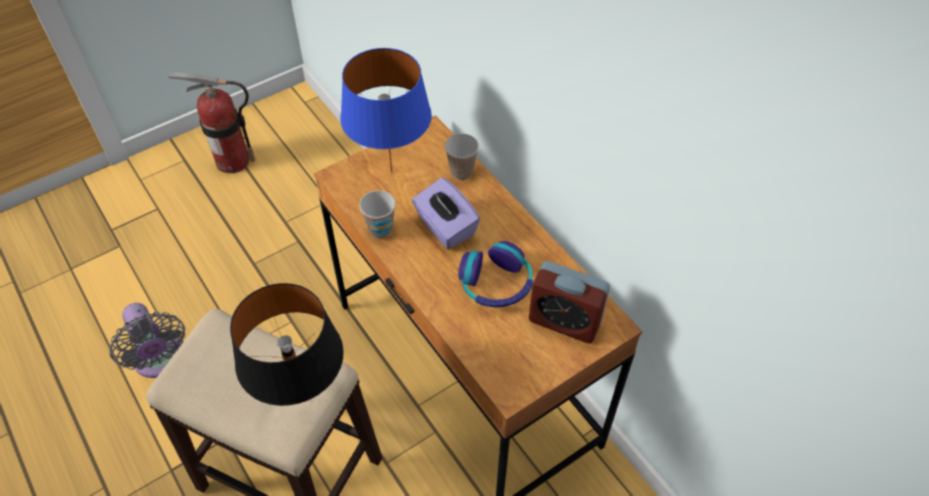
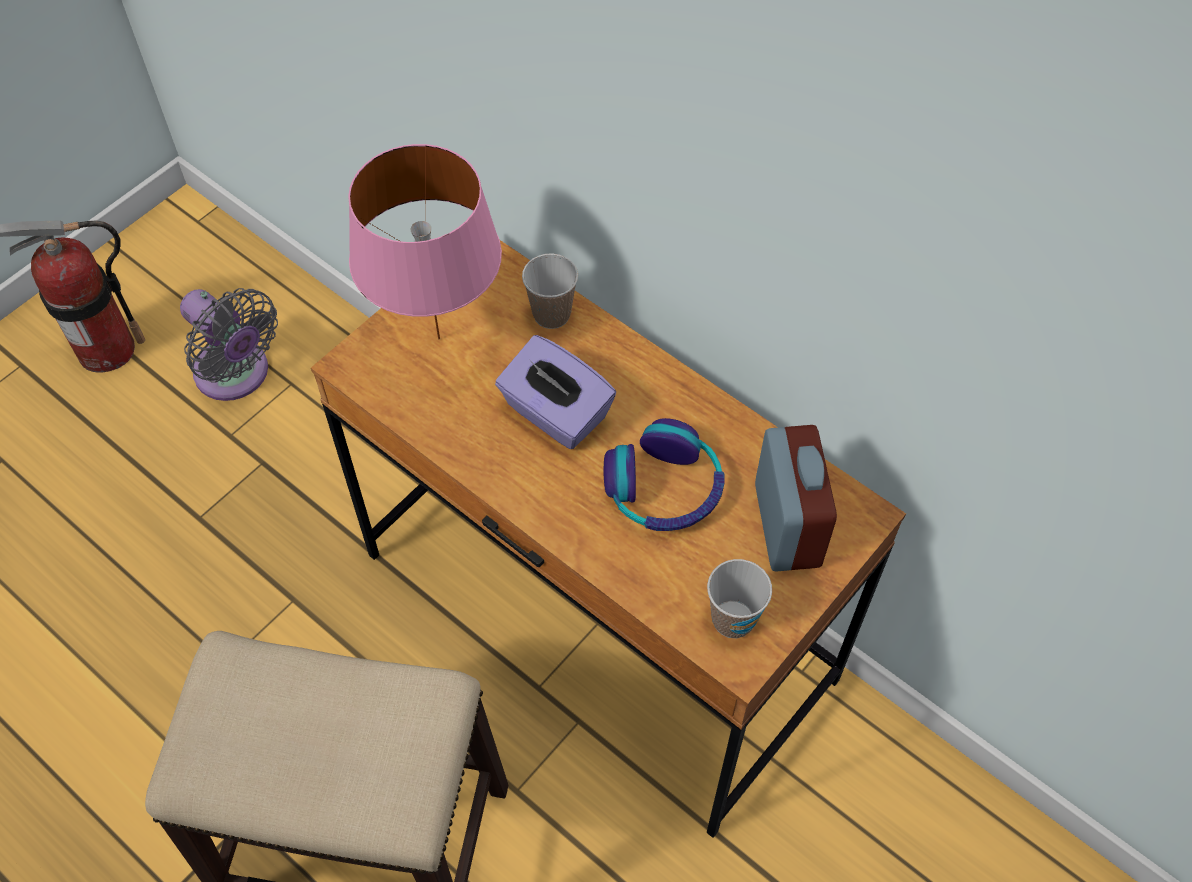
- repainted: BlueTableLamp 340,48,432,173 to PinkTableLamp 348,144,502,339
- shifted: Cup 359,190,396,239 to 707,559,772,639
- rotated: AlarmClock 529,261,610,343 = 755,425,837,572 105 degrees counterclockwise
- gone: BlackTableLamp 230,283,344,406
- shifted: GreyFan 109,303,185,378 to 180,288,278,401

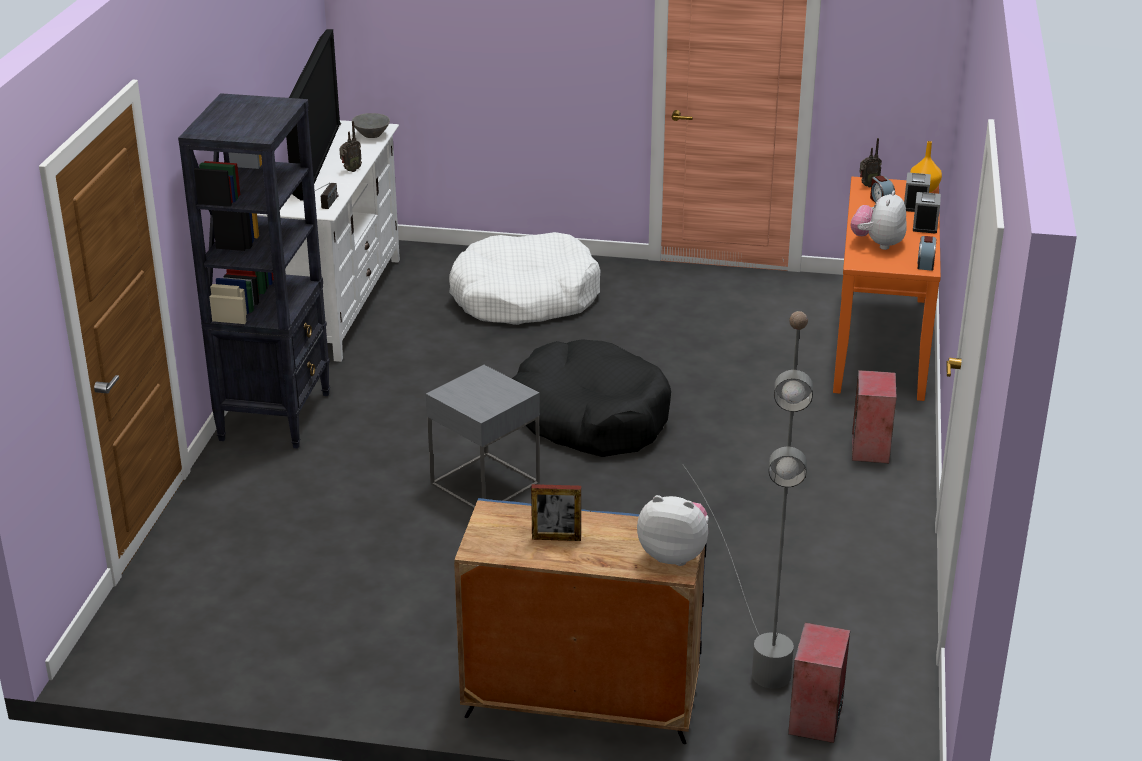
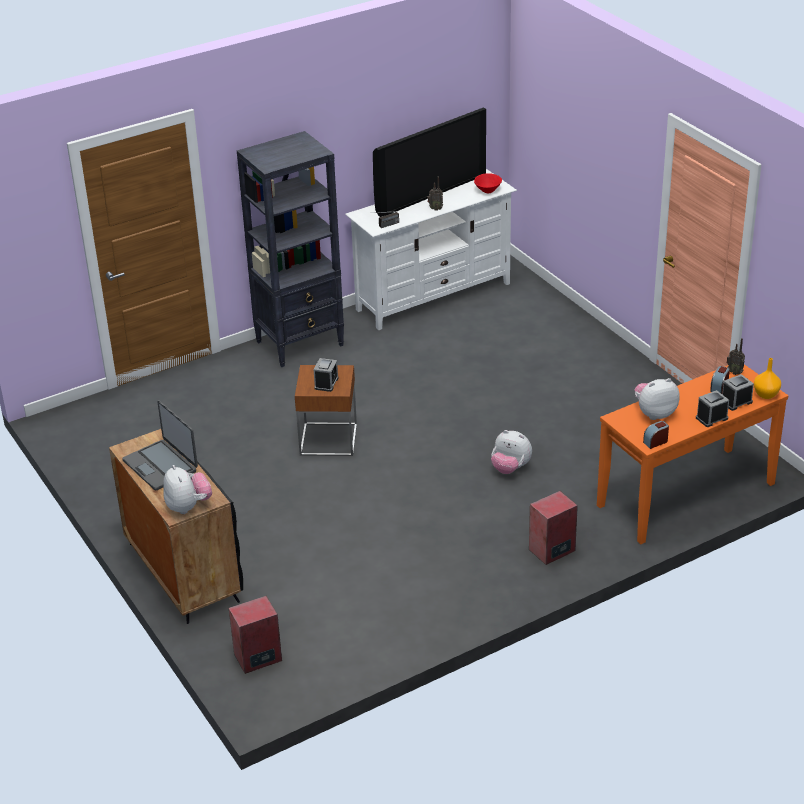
- repainted: GreyBowl 352,113,390,138 to RedBowl 474,173,502,193
- gone: WhiteDogBed 449,232,601,325
- gone: GreyFloorLamp 682,311,813,689
- gone: BlackDogBed 512,339,671,457
- repainted: GreySideTable 426,365,540,509 to BrownSideTable 295,365,357,456
- swapped: PictureFrame 531,484,581,541 to Laptop 122,400,198,491
- repainted: BlueCabinet 454,498,706,744 to BlackCabinet 109,429,243,624
- new: AlarmClock 314,358,339,392
- new: PlushToy 491,430,532,474

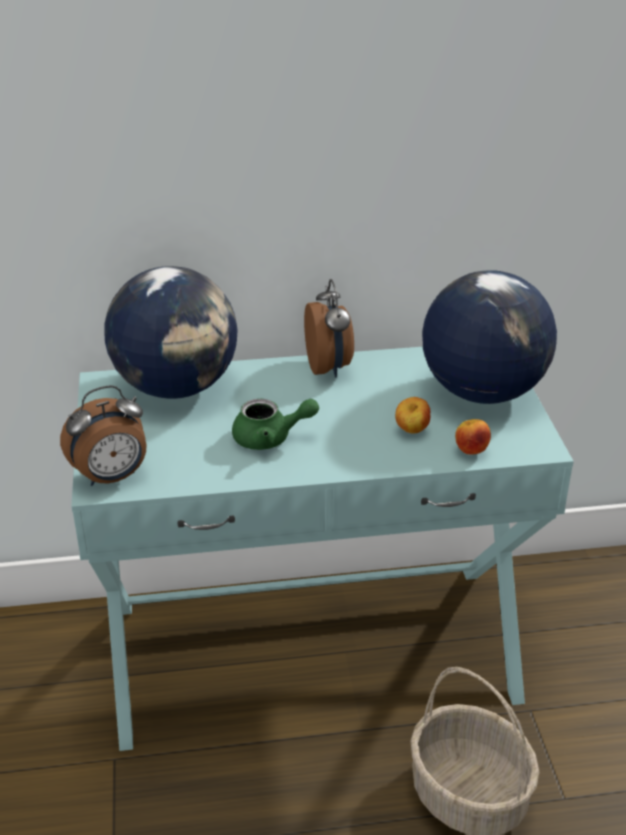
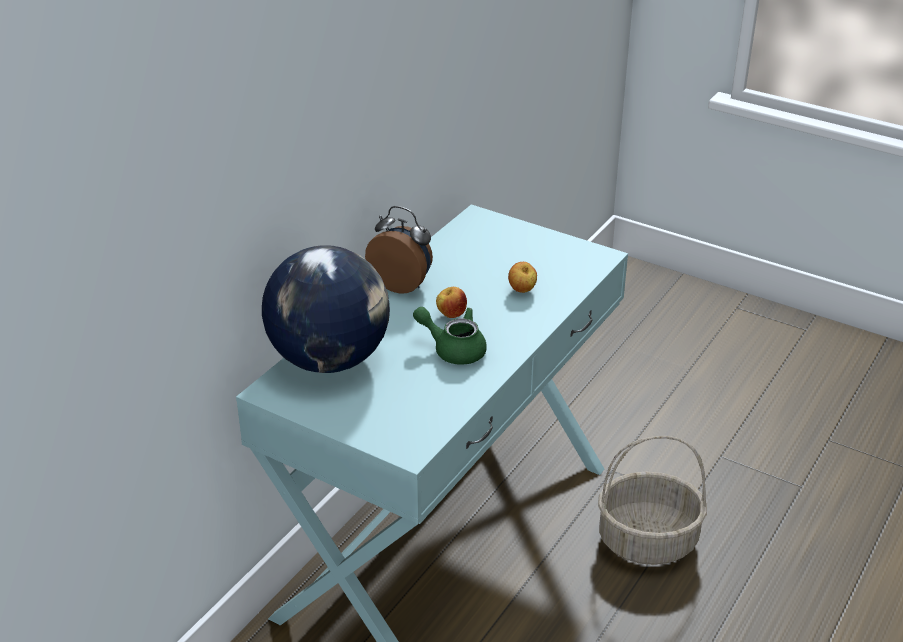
- gone: Globe 422,270,557,404
- gone: AlarmClock 60,385,147,486
- rotated: GreenTeapot 232,399,319,450 = 413,307,487,365 105 degrees counterclockwise
- shifted: Apple 455,419,491,455 to 436,287,467,318

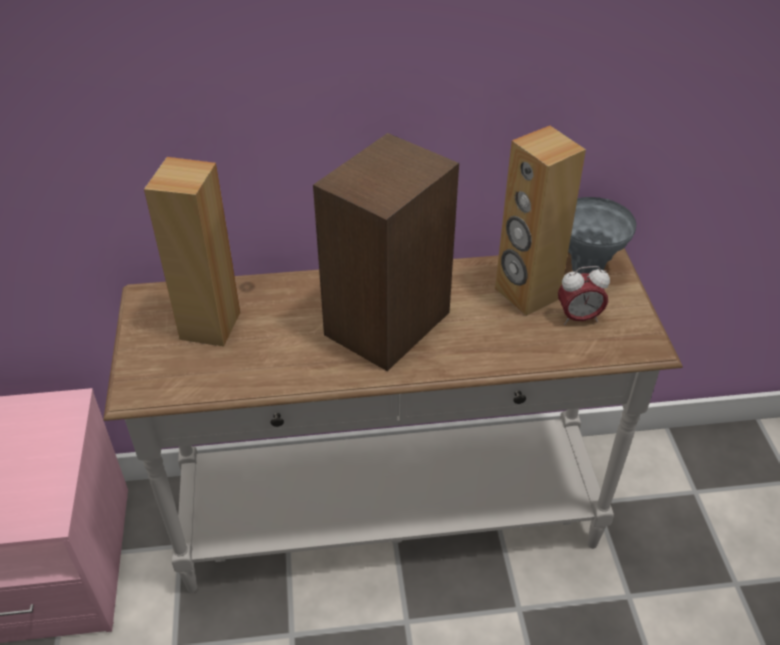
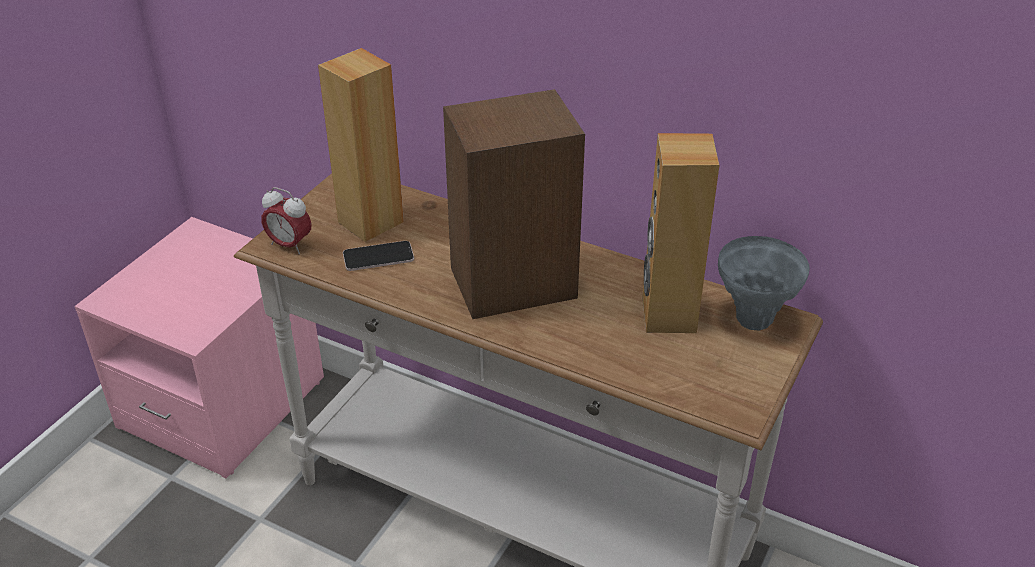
- shifted: AlarmClock 558,266,610,325 to 261,187,312,254
- new: Phone 343,241,414,271

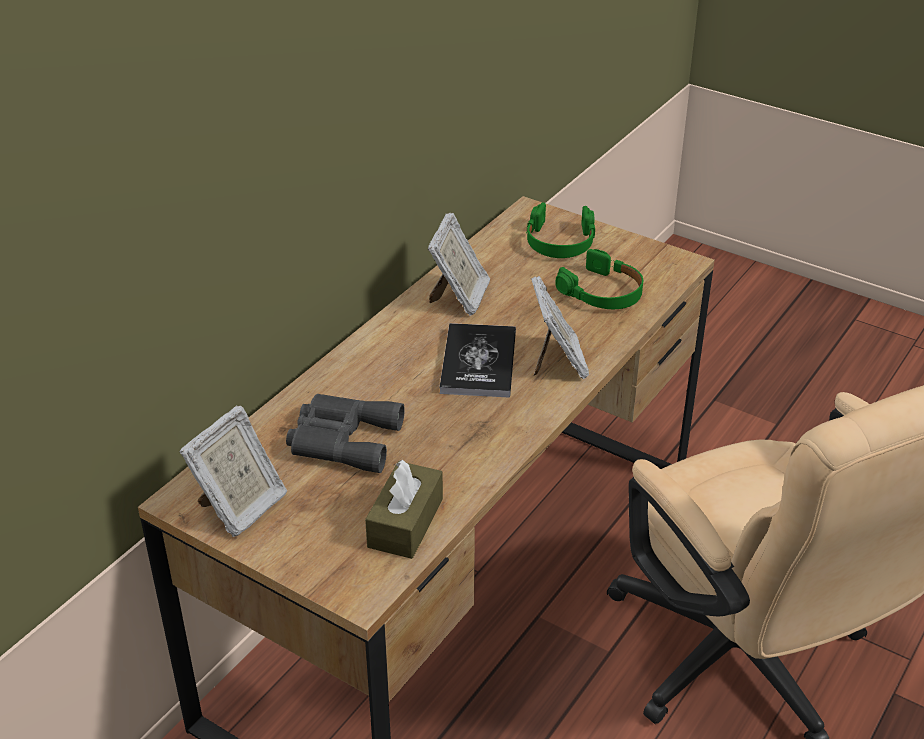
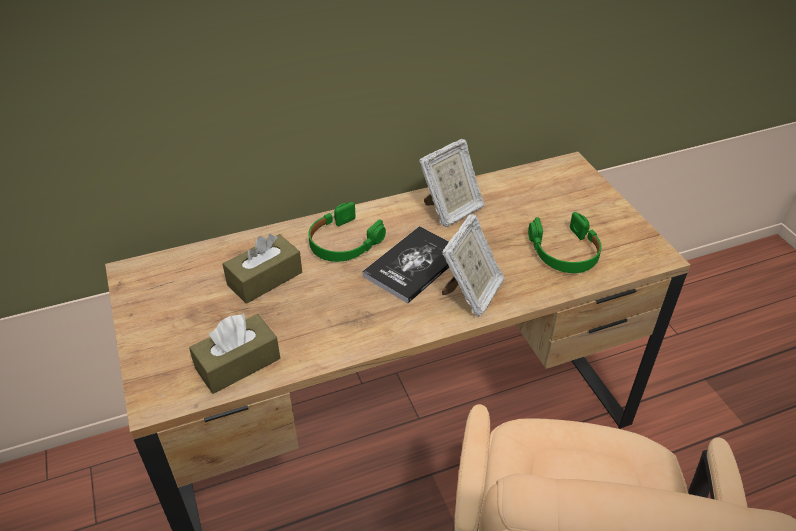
- shifted: GreenHeadphones 526,203,595,258 to 308,202,386,262
- swapped: GreyBinoculars 286,394,405,473 to BrownTissueBox 223,234,302,304
- gone: PictureFrame 180,405,287,537

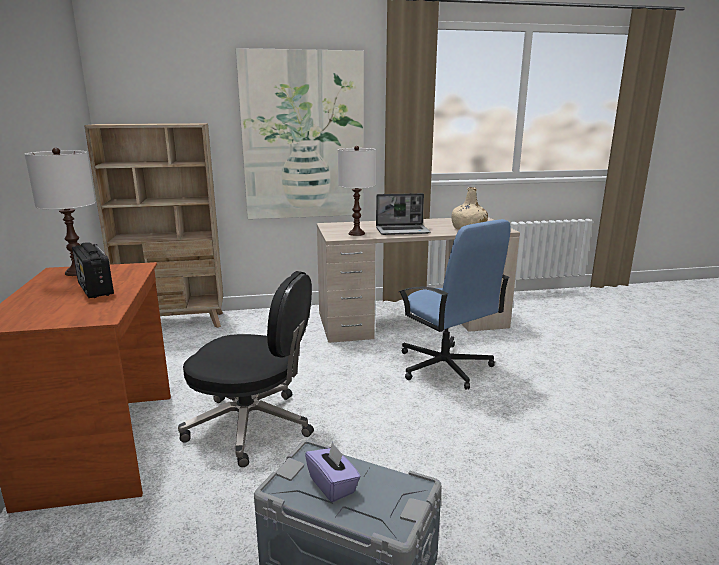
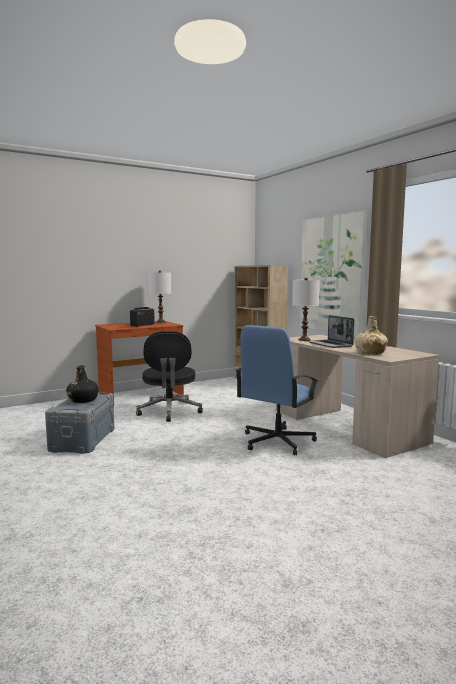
- swapped: PurpleTissueBox 305,442,361,502 to BlackBottle 66,365,98,403

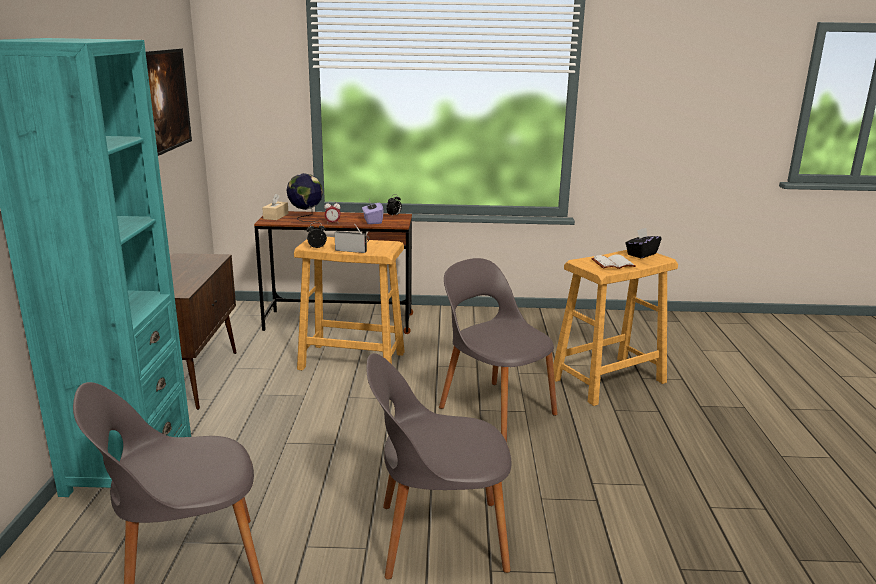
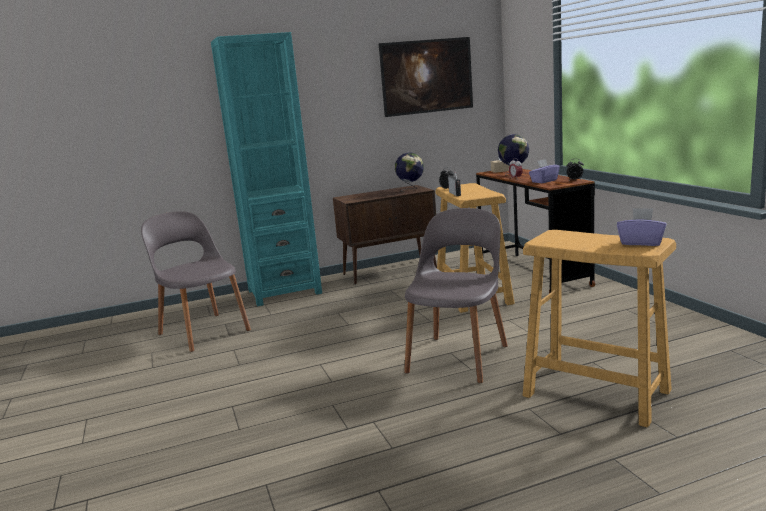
- repainted: BlackTissueBox 626,228,662,258 to PurpleTissueBox 617,208,667,246
- gone: WhiteBook 591,254,636,269
- gone: GreyChair 367,353,511,580
- new: Globe 395,152,424,192

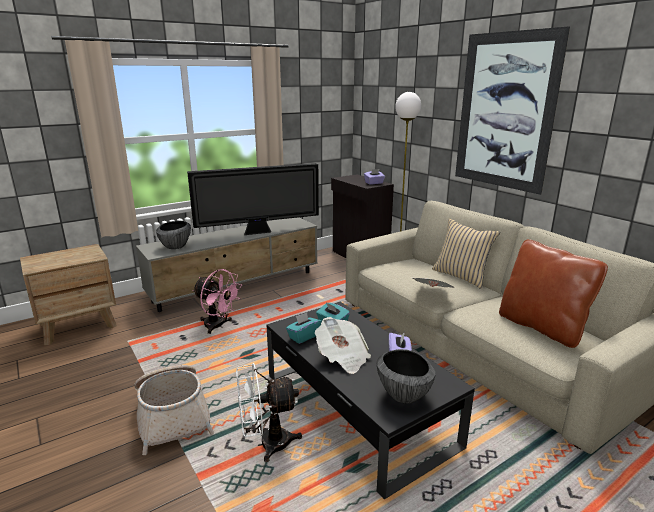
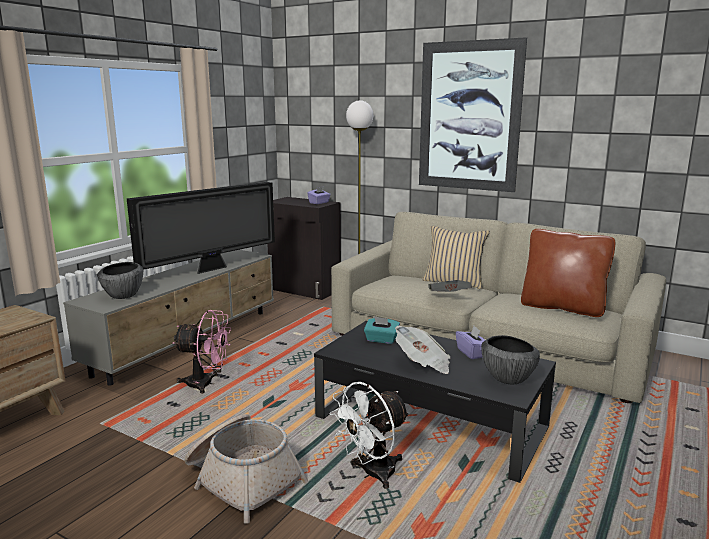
- gone: TurquoiseTissueBox 286,312,321,344

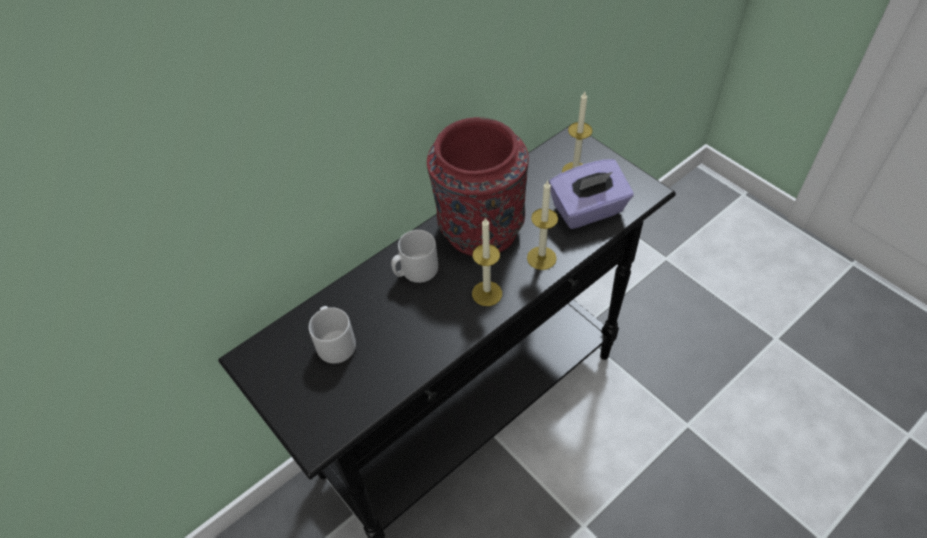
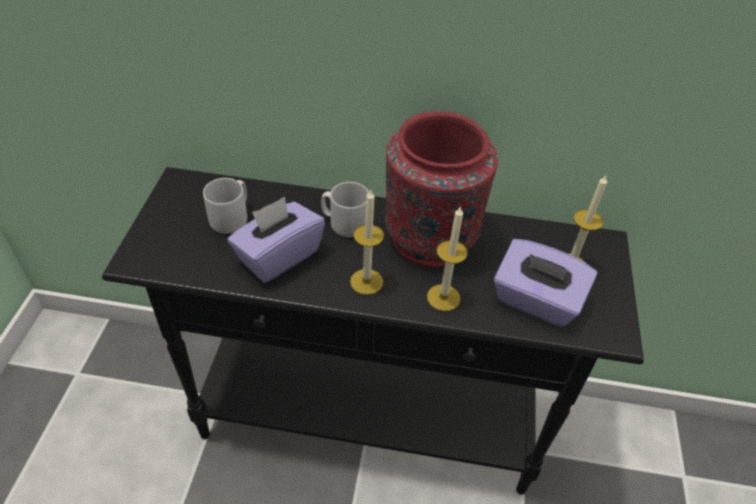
- new: PurpleTissueBox 227,197,325,283

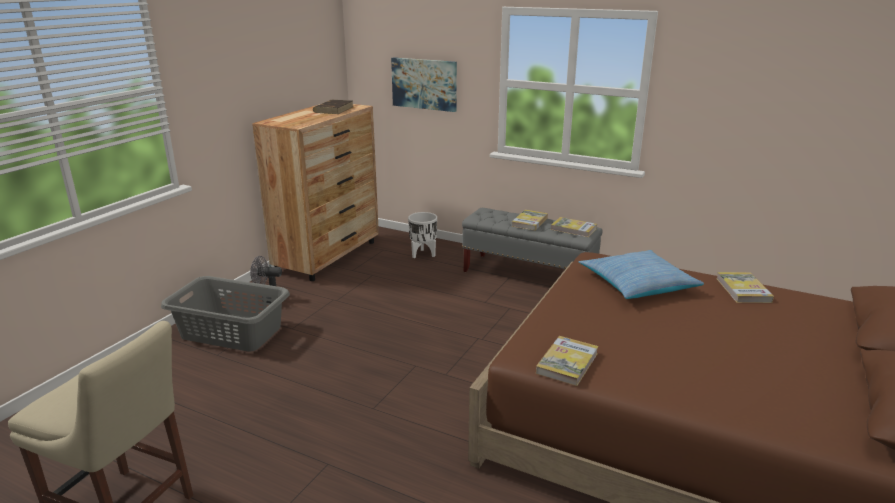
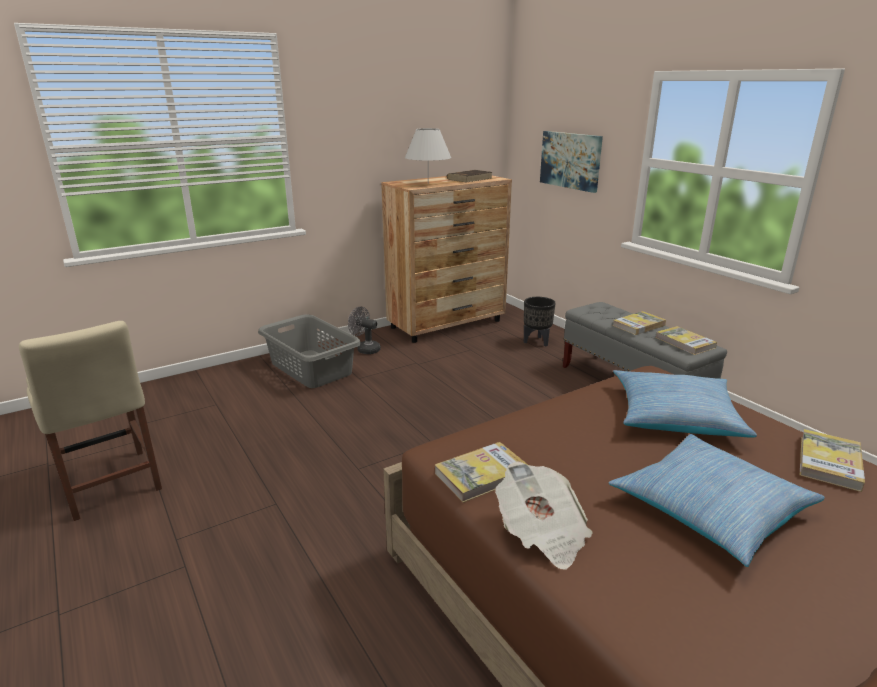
- repainted: WhitePlanter 408,212,437,258 to BlackPlanter 524,297,556,347
- new: WhiteTableLamp 405,128,451,184
- new: Pillow 608,434,825,567
- new: Newspaper 495,461,593,570

